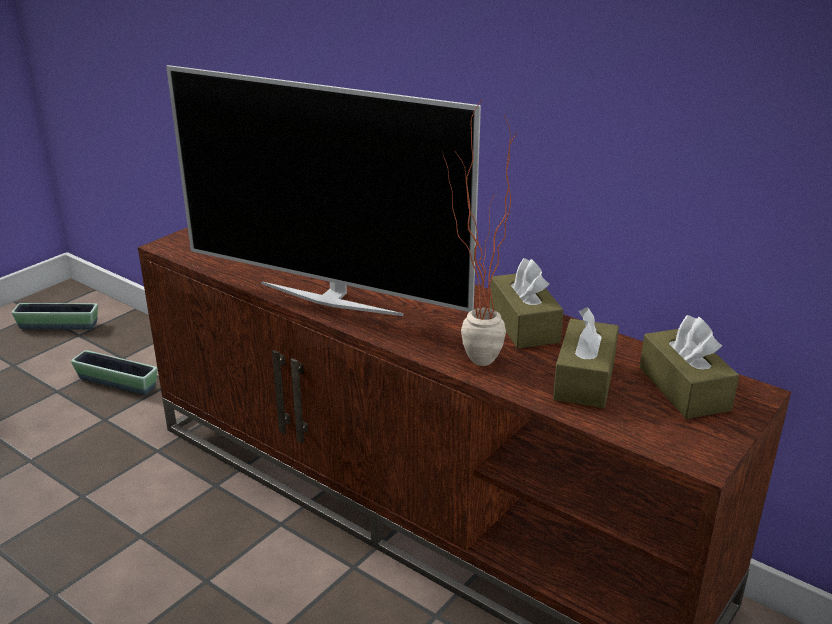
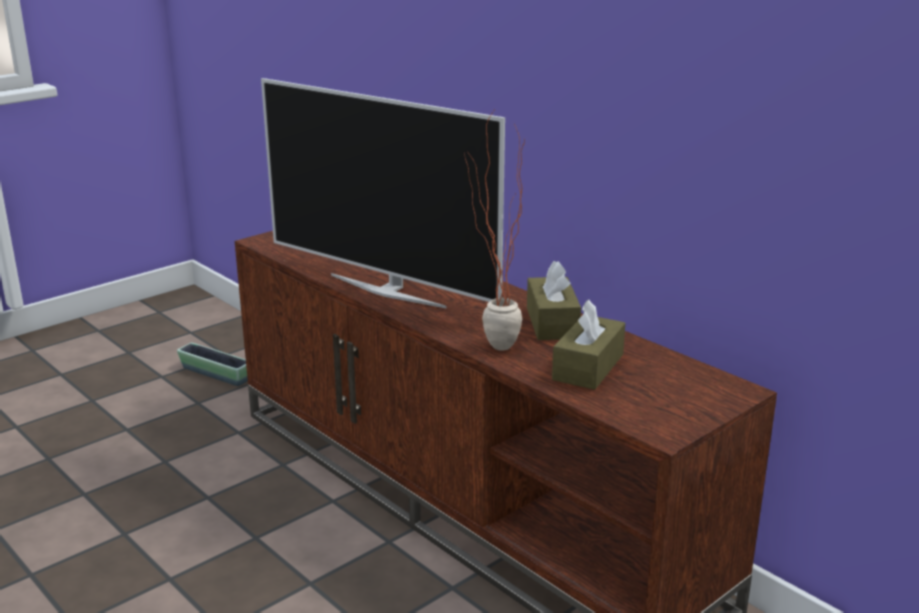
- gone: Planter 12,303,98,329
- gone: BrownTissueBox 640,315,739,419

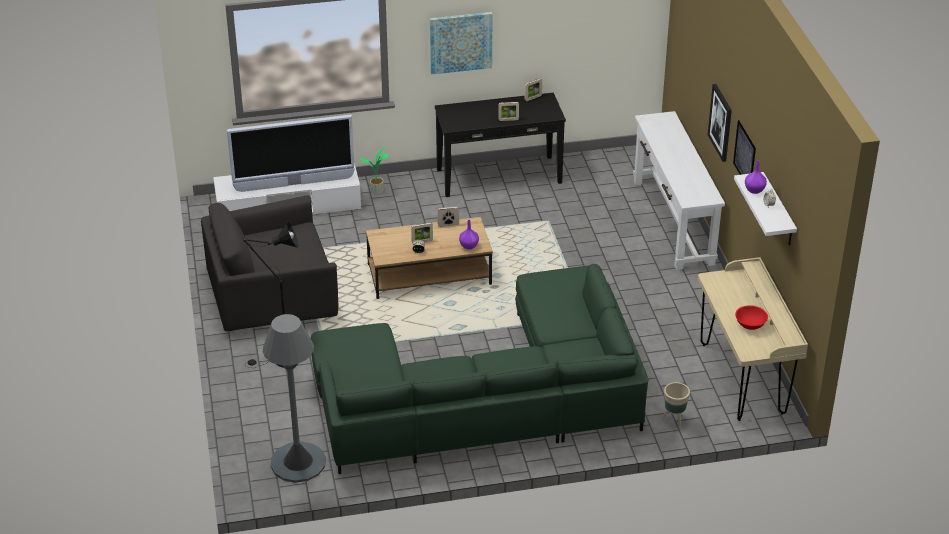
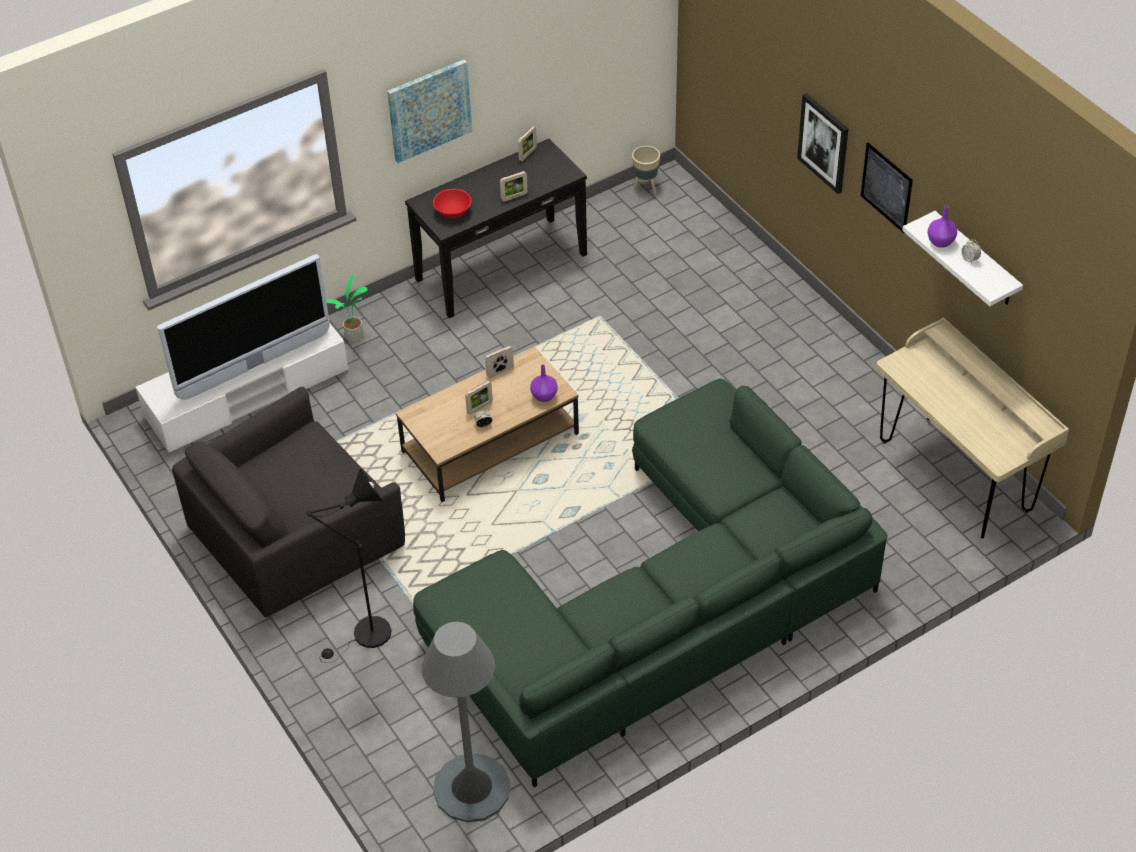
- gone: WhiteConsoleTable 633,111,725,270
- shifted: RedBowl 735,305,768,330 to 433,189,472,218
- shifted: BeigePlanter 662,382,690,427 to 632,146,660,194

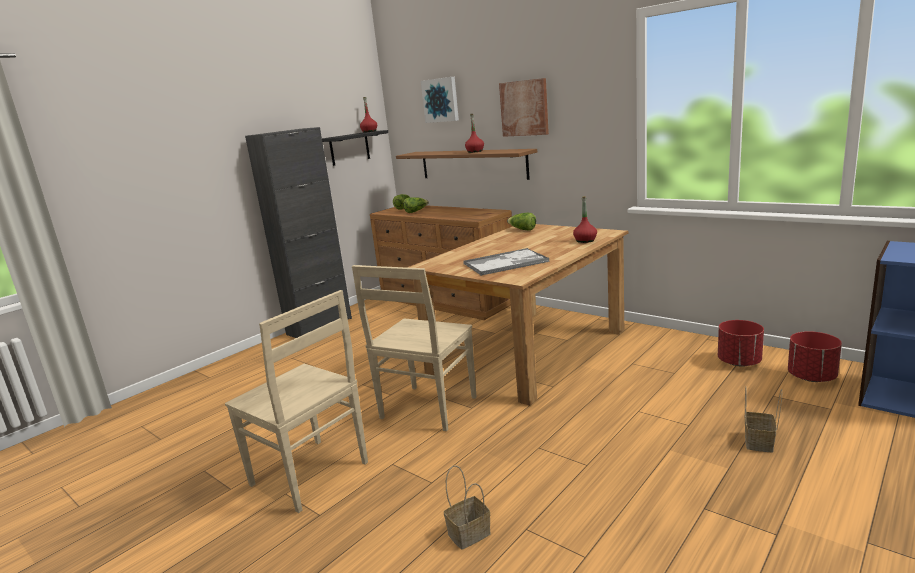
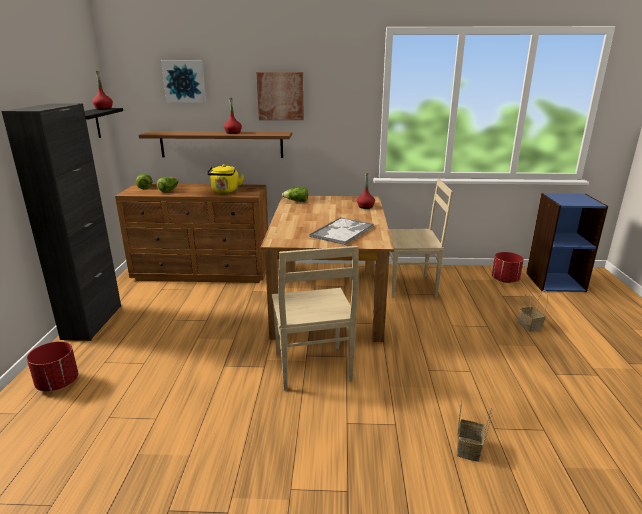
- shifted: BeigeChair 225,290,368,513 to 389,178,453,298
- shifted: RedPlanter 718,320,764,367 to 27,341,78,391
- new: YellowKettle 207,164,244,193

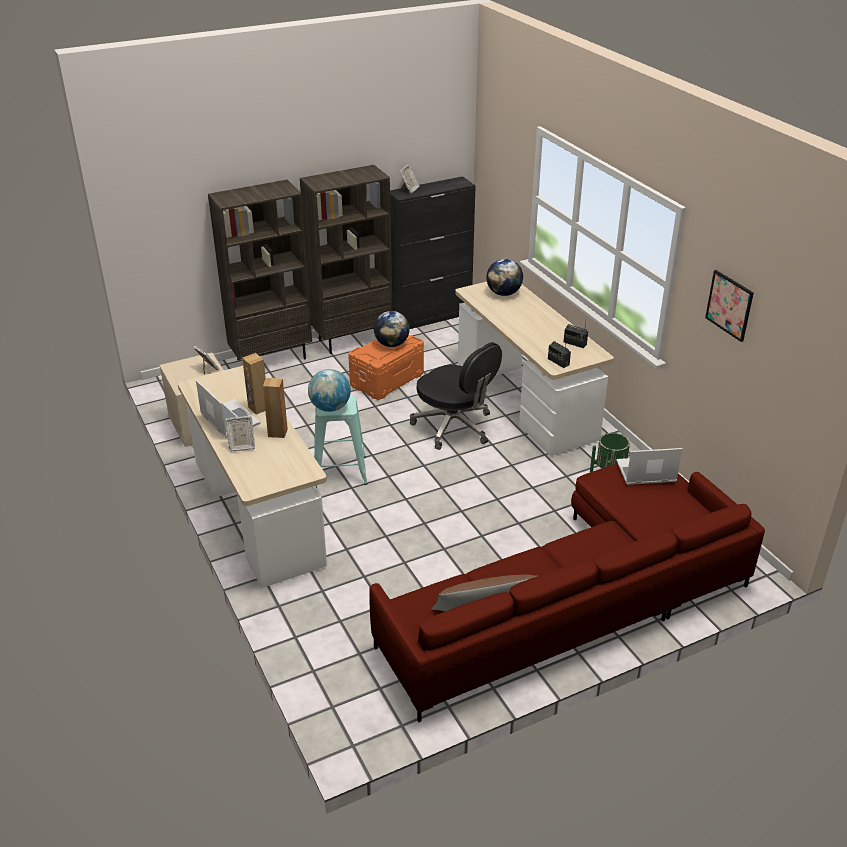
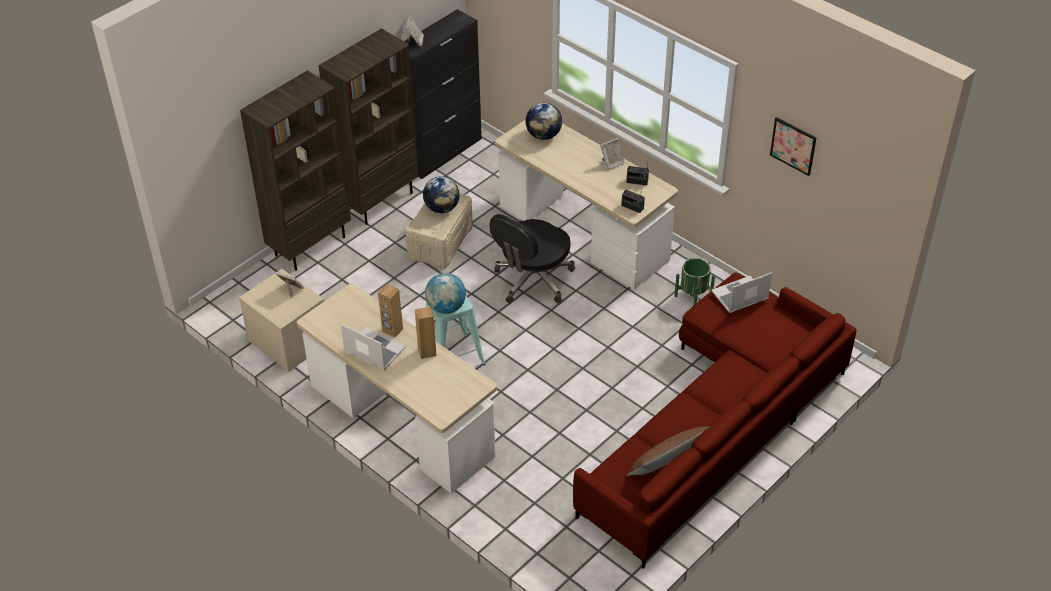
- repainted: OrangeStorageBox 348,335,424,400 to BeigeStorageBox 405,194,473,268
- rotated: BlackOfficeChair 410,342,502,450 = 490,214,575,304 105 degrees clockwise
- shifted: PictureFrame 225,416,255,451 to 600,138,624,170

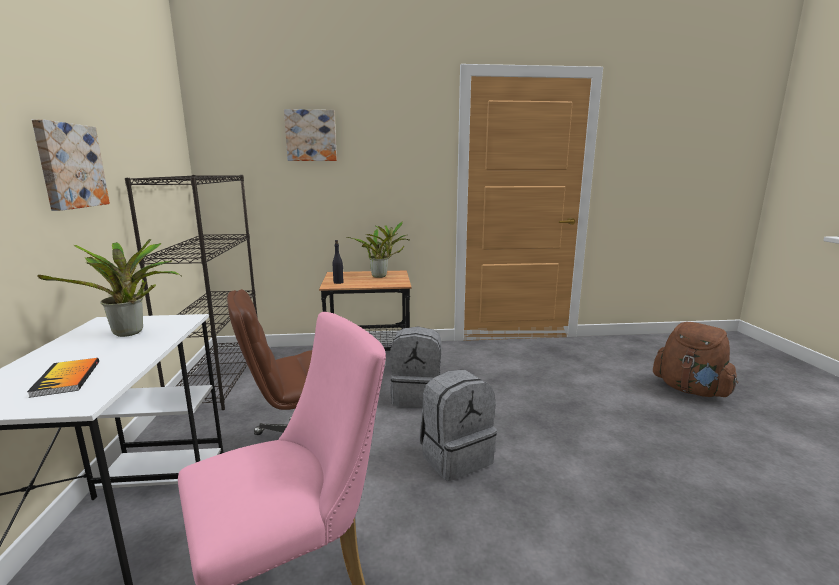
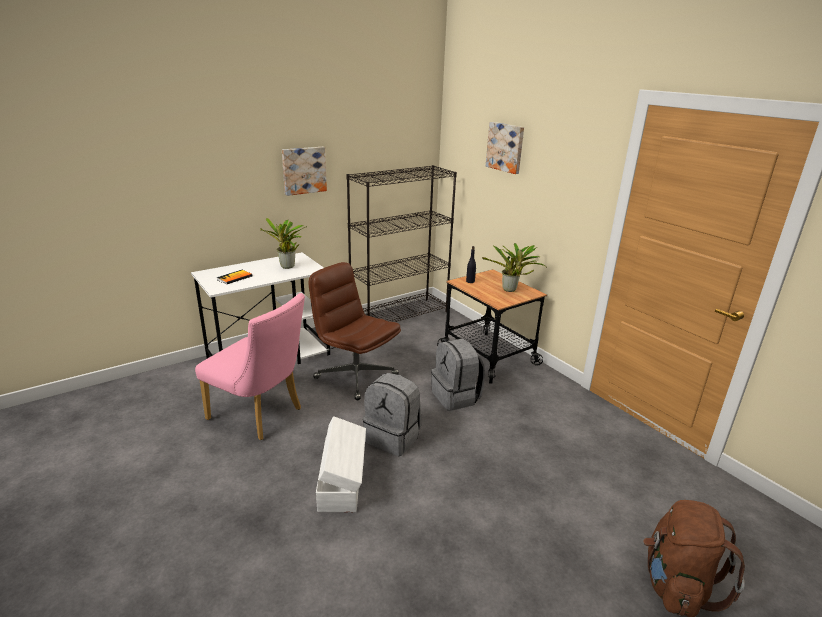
- new: WhiteStorageBox 316,416,366,512

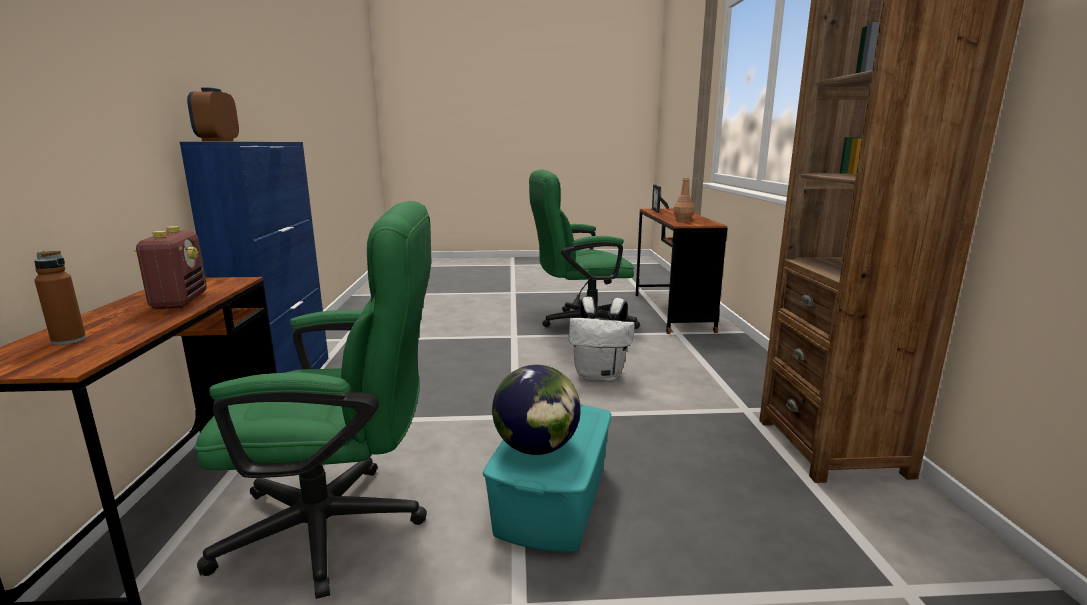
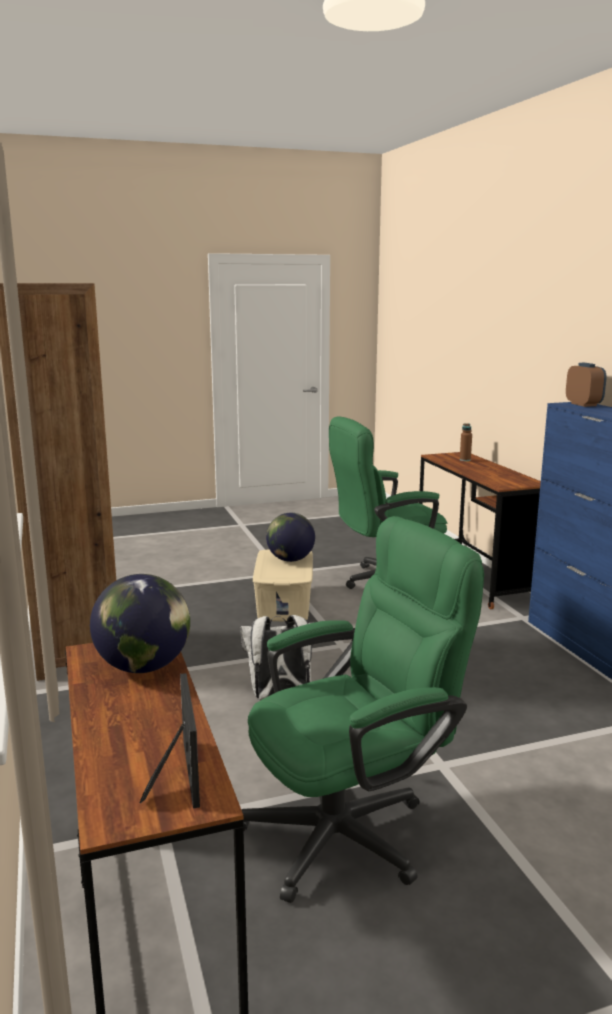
- swapped: BrownBottle 673,177,694,222 to Globe 90,574,190,673
- gone: Radio 134,226,207,309
- repainted: TurquoiseStorageBox 483,404,611,553 to BeigeStorageBox 253,549,313,621

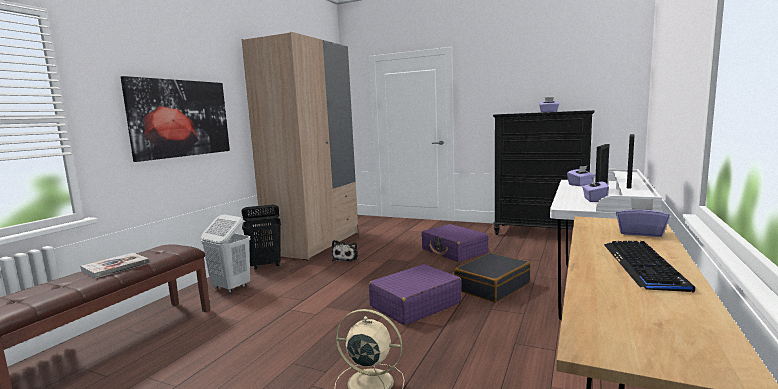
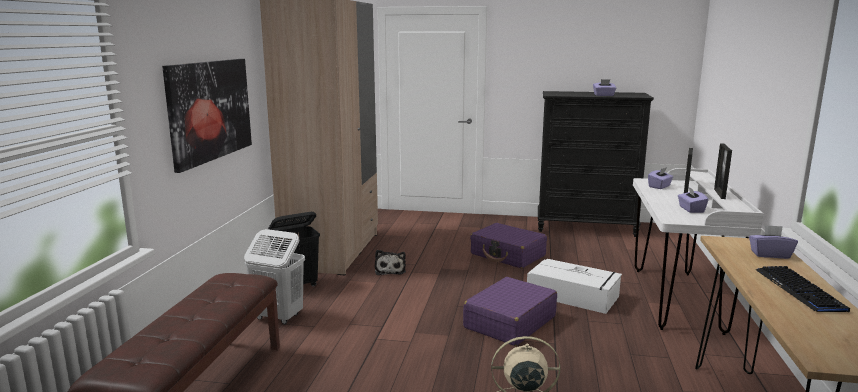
- gone: Book 80,253,149,278
- swapped: BlackSuitcase 454,253,530,303 to WhiteStorageBox 527,259,622,314

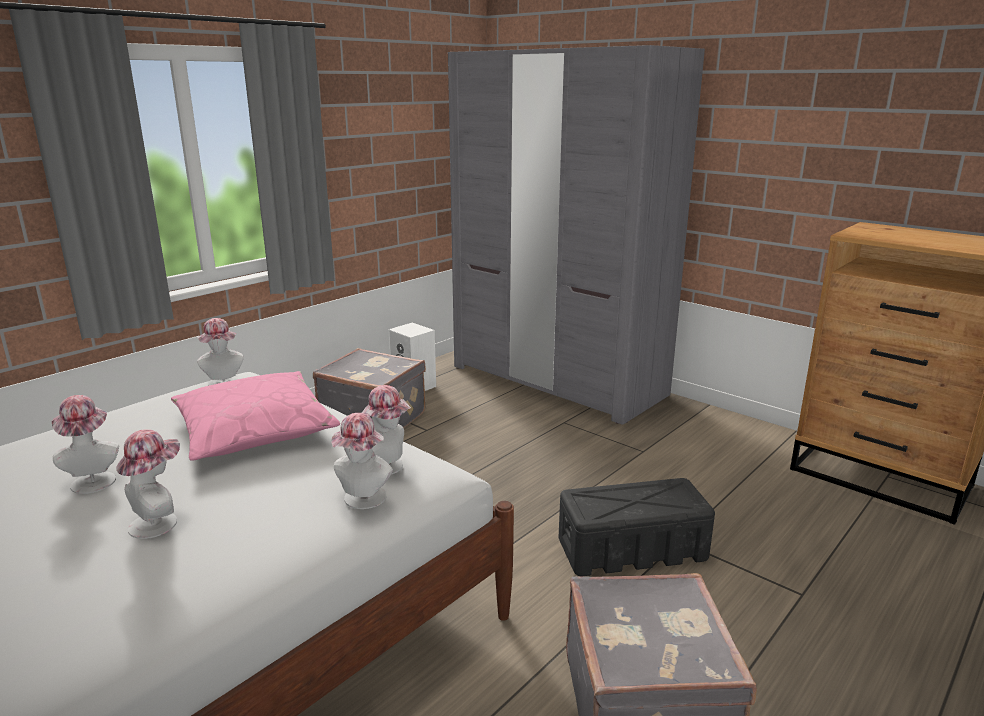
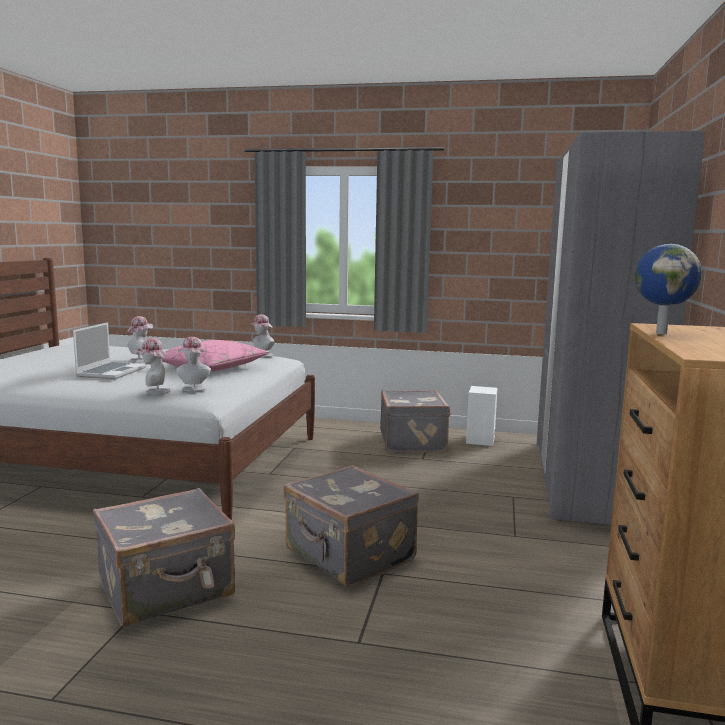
- swapped: Hat 116,429,180,539 to Laptop 73,322,146,379
- swapped: BlackStorageBox 559,478,715,576 to GreySuitcase 283,465,419,587
- new: Globe 635,244,702,334

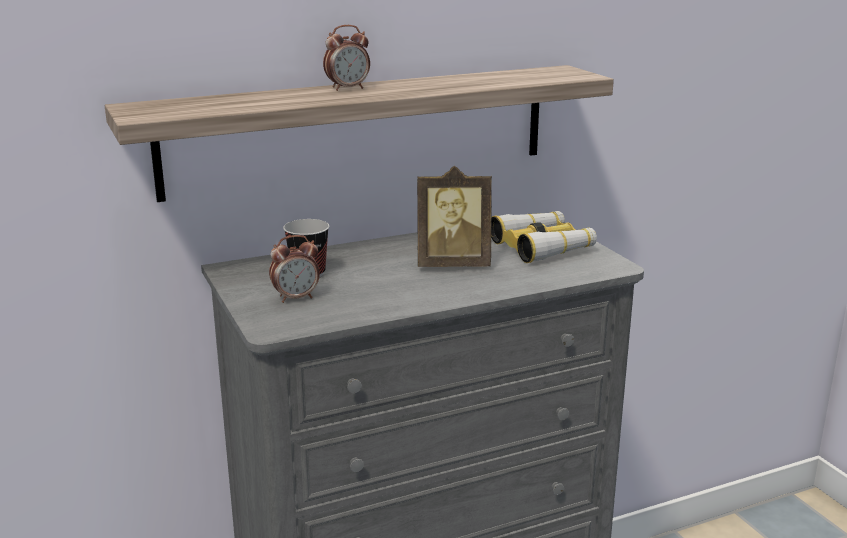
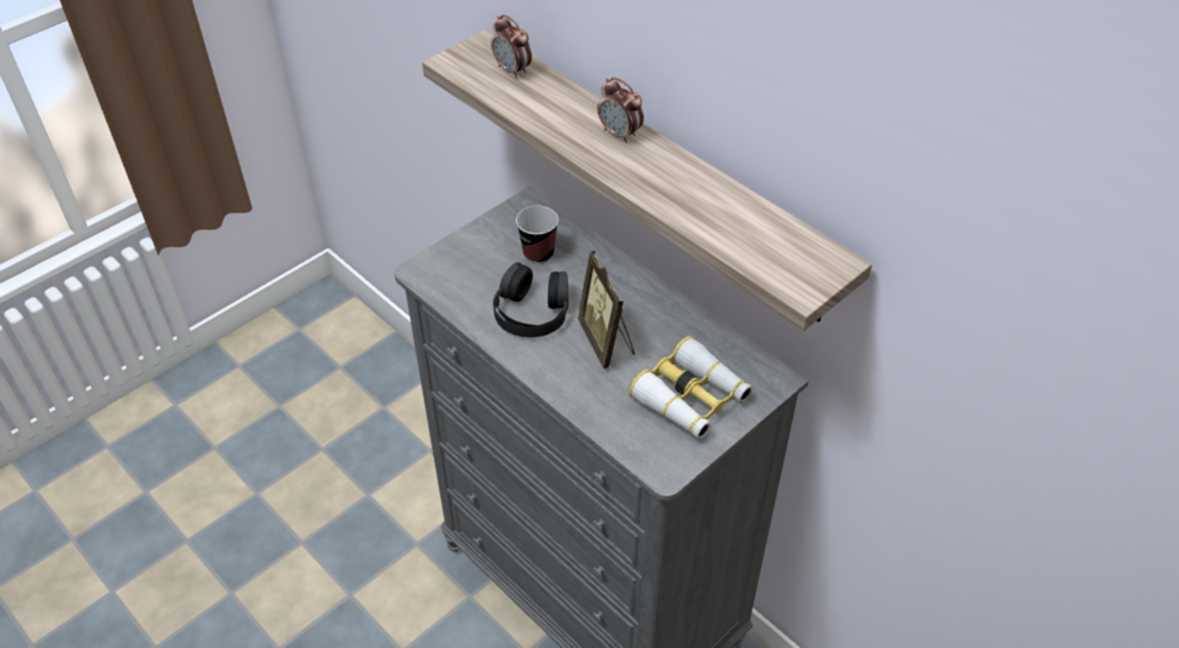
- shifted: AlarmClock 269,235,320,303 to 491,15,532,79
- new: BlackHeadphones 493,262,569,337

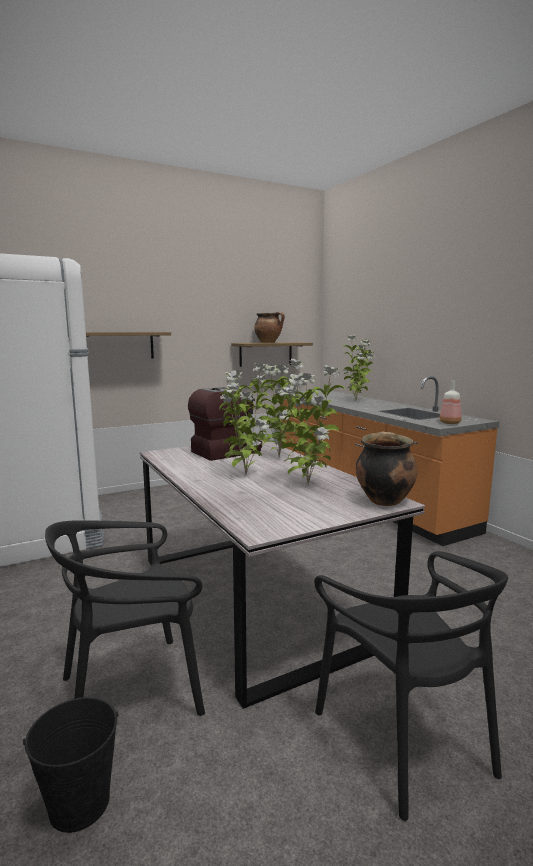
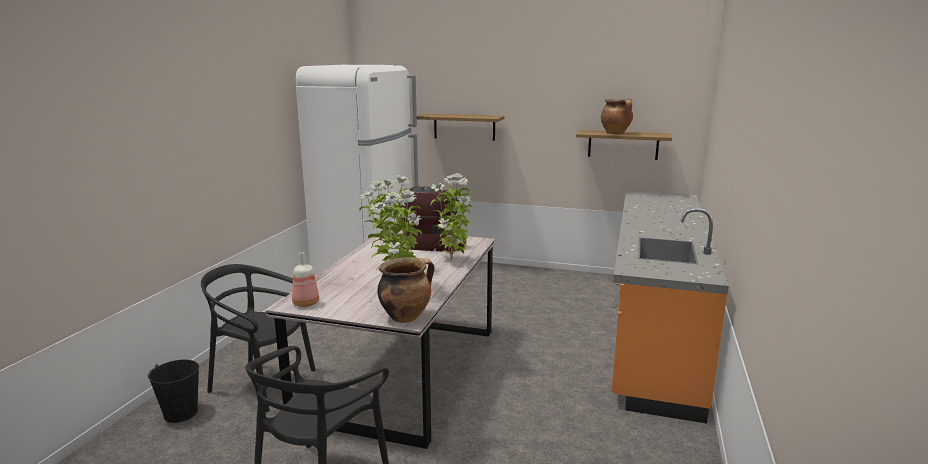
- gone: PottedPlant 343,335,375,400
- shifted: Bottle 439,381,462,424 to 292,252,319,307

